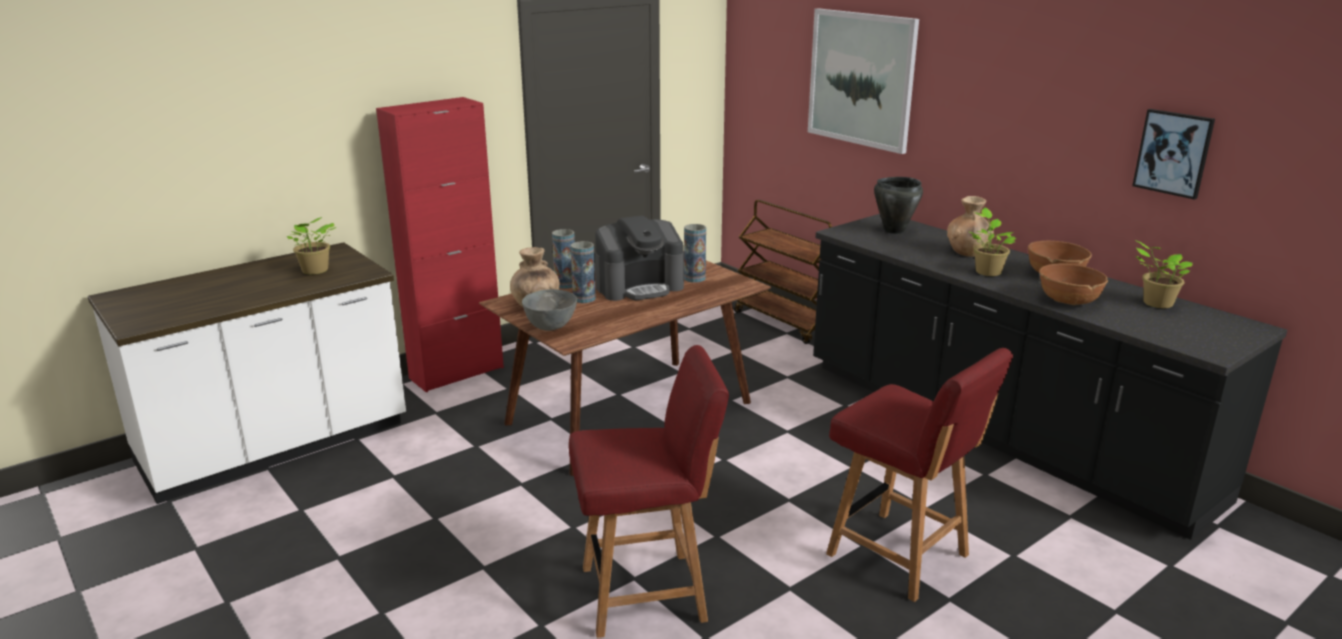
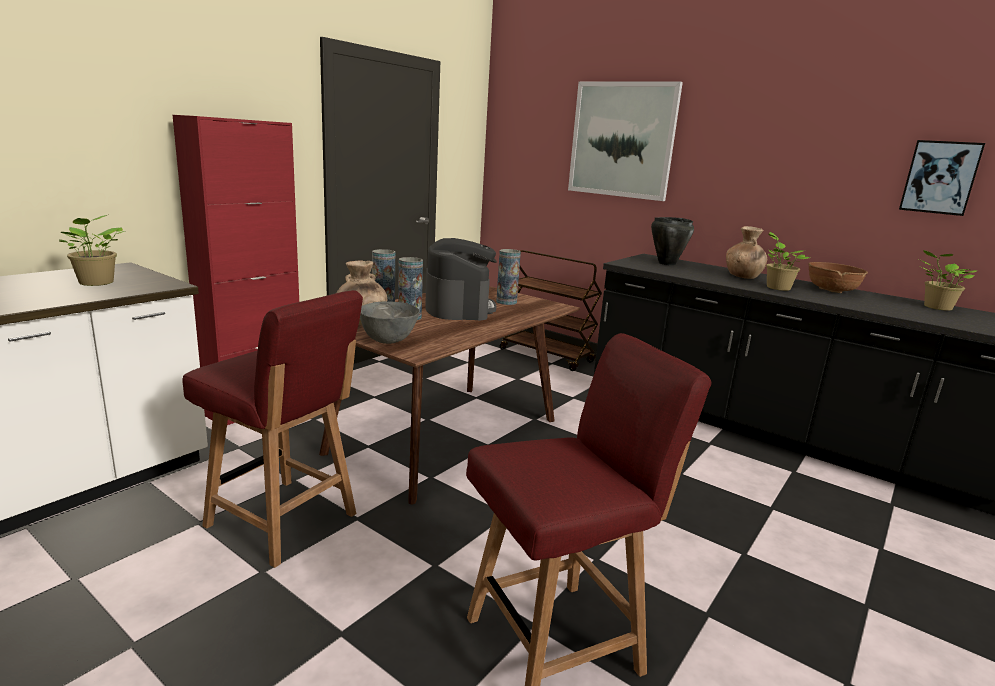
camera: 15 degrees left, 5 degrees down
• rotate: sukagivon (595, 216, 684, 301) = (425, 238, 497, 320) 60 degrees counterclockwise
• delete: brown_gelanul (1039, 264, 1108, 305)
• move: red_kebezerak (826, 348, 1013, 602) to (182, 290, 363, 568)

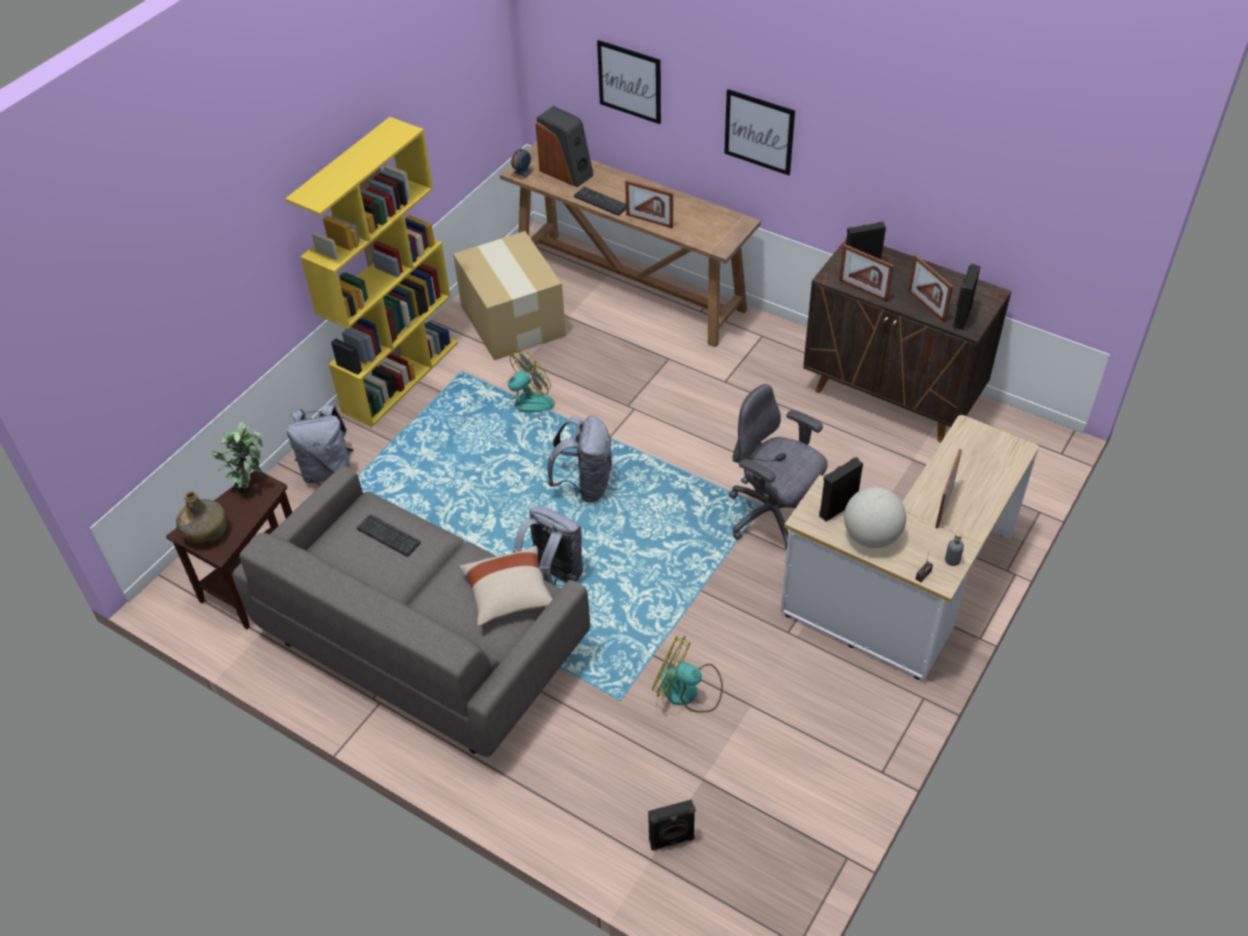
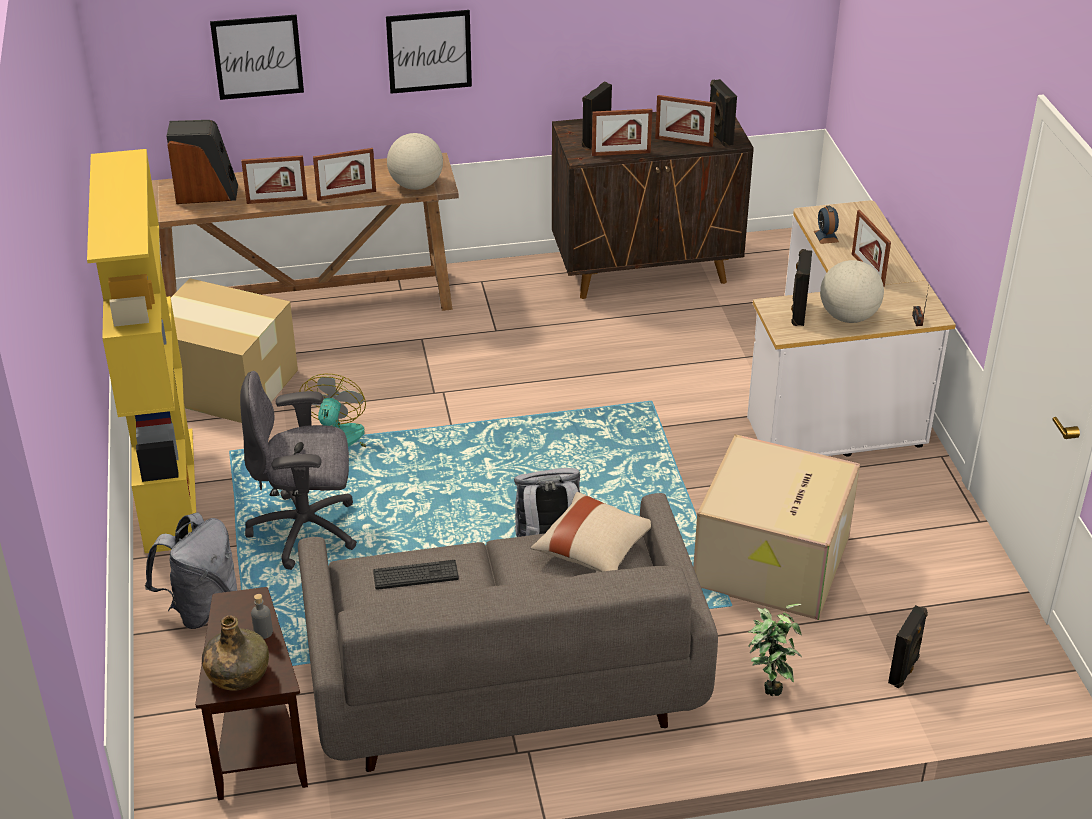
camera: 45 degrees left, 10 degrees down
• move: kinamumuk (511, 149, 534, 180) to (814, 206, 839, 244)
• replace: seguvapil (574, 187, 626, 216) to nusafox (241, 155, 307, 204)
• move: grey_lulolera (729, 384, 828, 549) to (240, 371, 357, 570)
• delete: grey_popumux (548, 416, 612, 503)
• move: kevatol (211, 421, 263, 493) to (748, 604, 802, 696)
• move: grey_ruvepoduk (945, 532, 964, 566) to (251, 594, 273, 639)
• replace: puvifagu (652, 636, 723, 713) to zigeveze (693, 434, 860, 620)
• insert: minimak (387, 133, 443, 190)

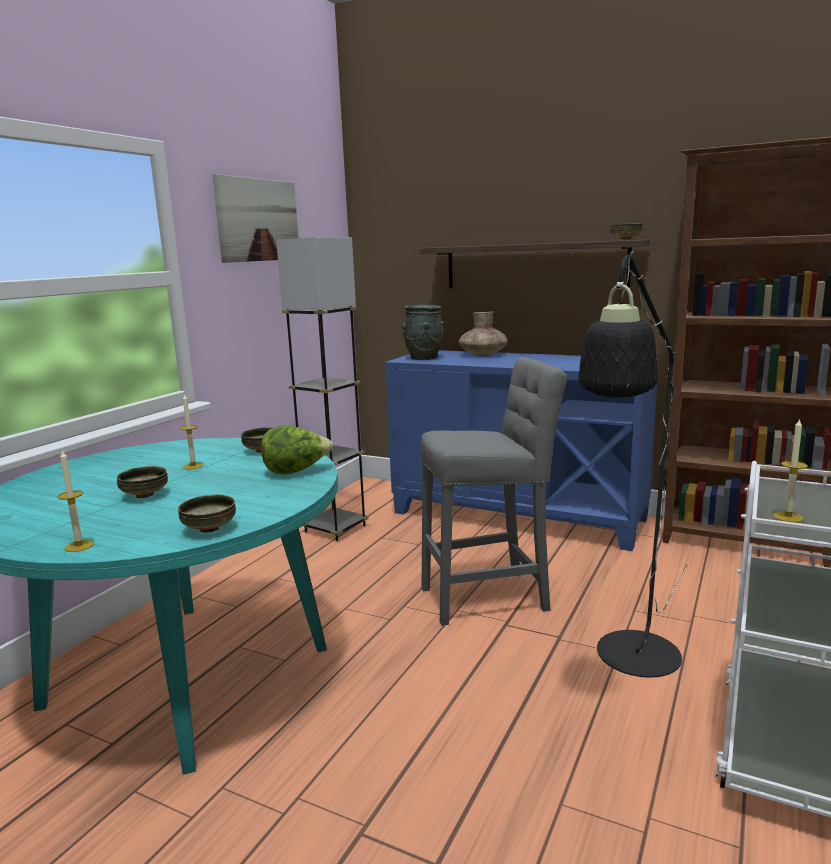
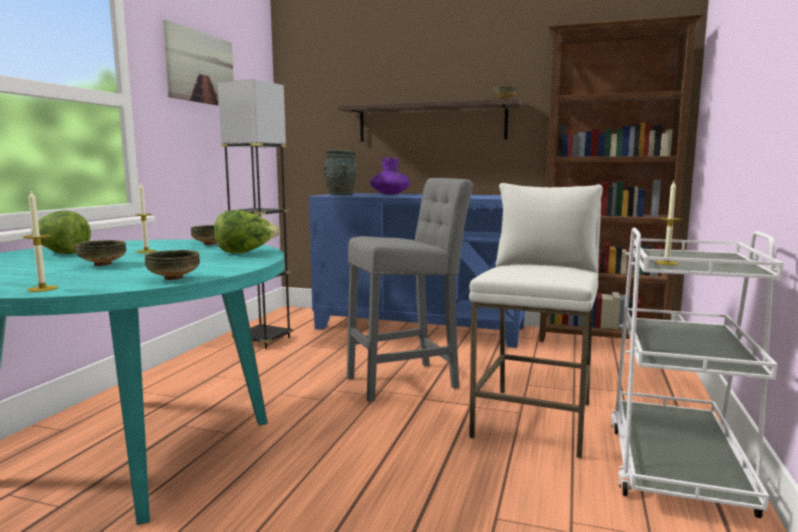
camera: 10 degrees left, 5 degrees down
• replace: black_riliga (579, 250, 688, 678) to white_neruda (469, 183, 603, 458)
• recolor: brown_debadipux (459, 312, 508, 356) to purple_debadipux (370, 158, 410, 195)
• insert: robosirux (31, 210, 91, 254)

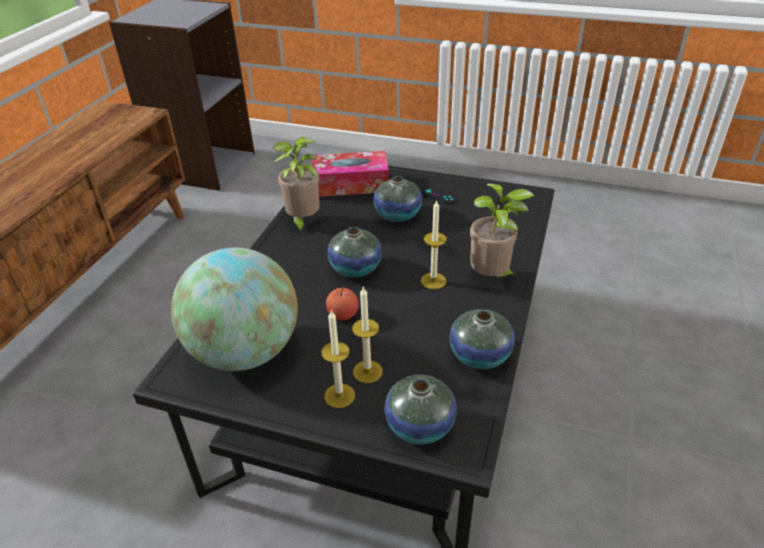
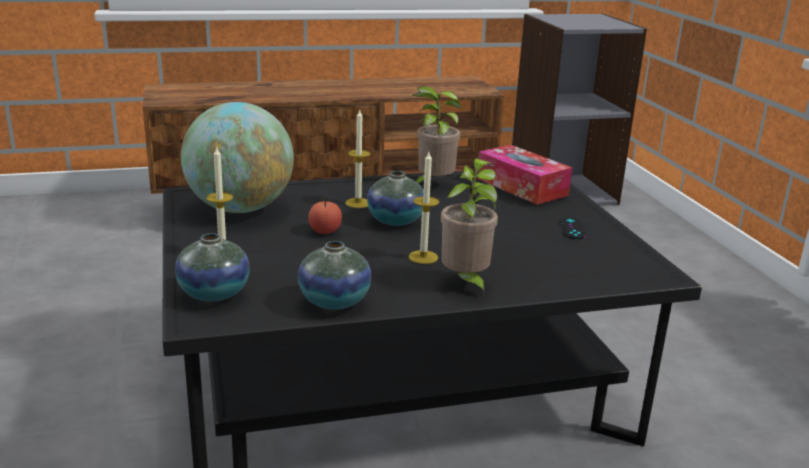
camera: 55 degrees right, 15 degrees down
• delete: debadipux (374, 176, 422, 222)
• move: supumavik (352, 286, 383, 383) to (345, 110, 370, 208)

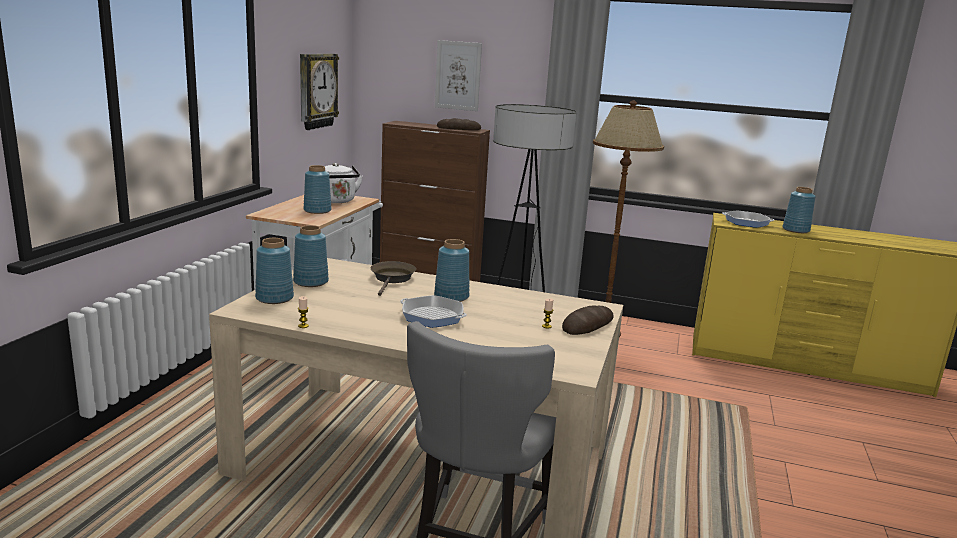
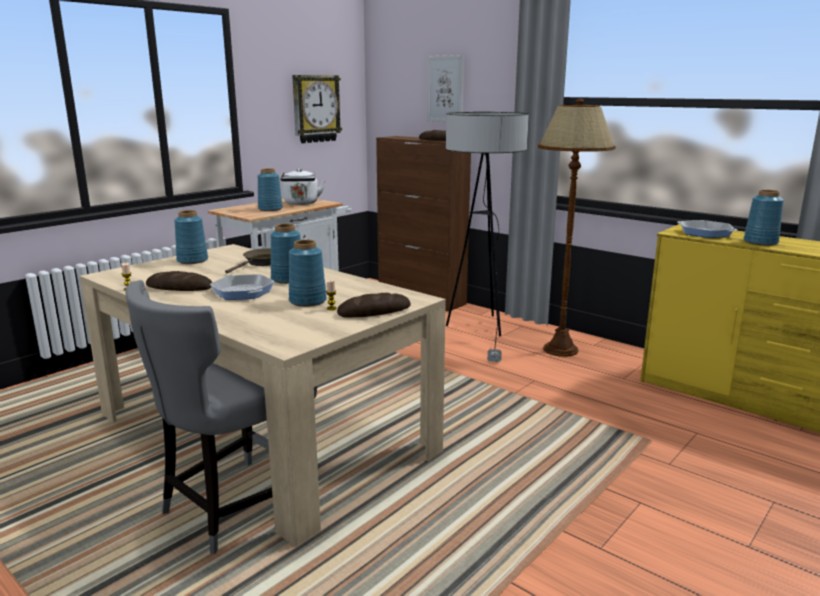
camera: 25 degrees right, 0 degrees up
• move: blue_debadipux (255, 238, 294, 304) to (289, 240, 327, 307)
• insert: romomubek (146, 271, 212, 291)

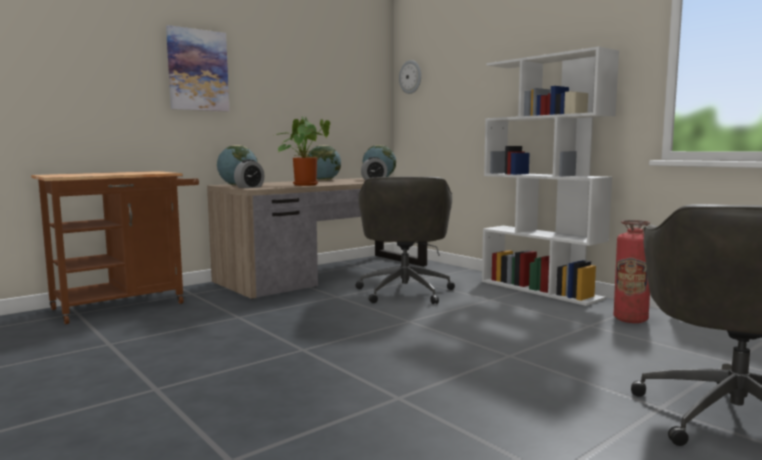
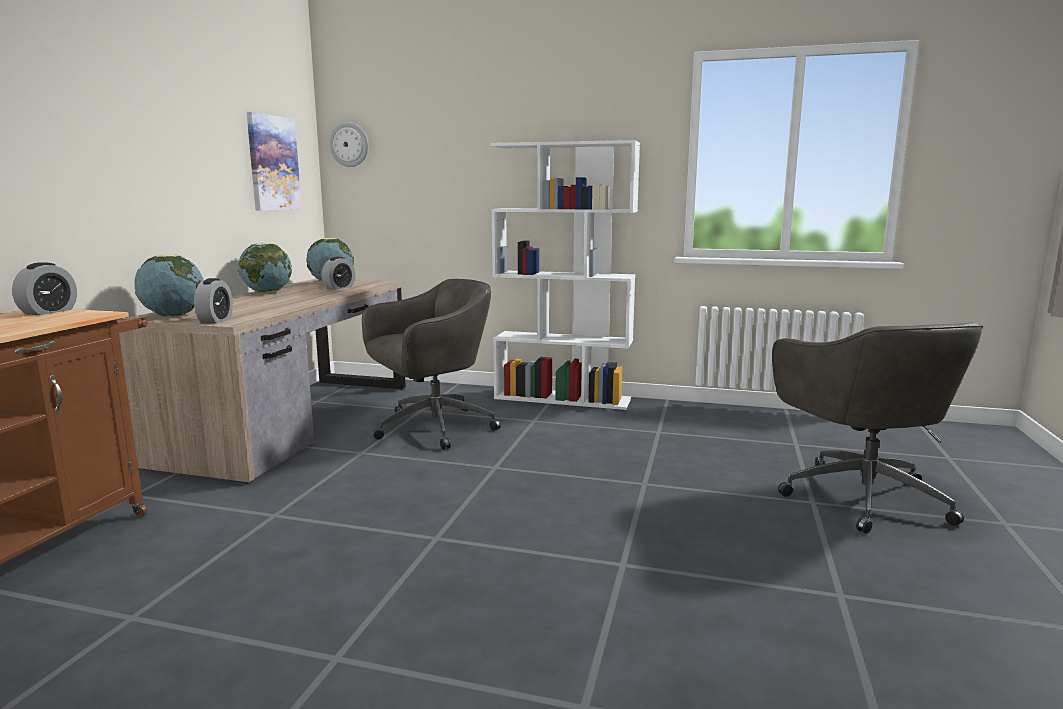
camera: 35 degrees left, 5 degrees up
• move: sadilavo (166, 25, 229, 112) to (247, 112, 302, 211)
• delete: kevatol (276, 116, 330, 186)
• rotate: grey_lulolera (356, 176, 455, 304) = (362, 279, 501, 449) 90 degrees counterclockwise
• delete: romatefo (614, 220, 650, 323)
• insert: kinamumuk (12, 262, 77, 315)

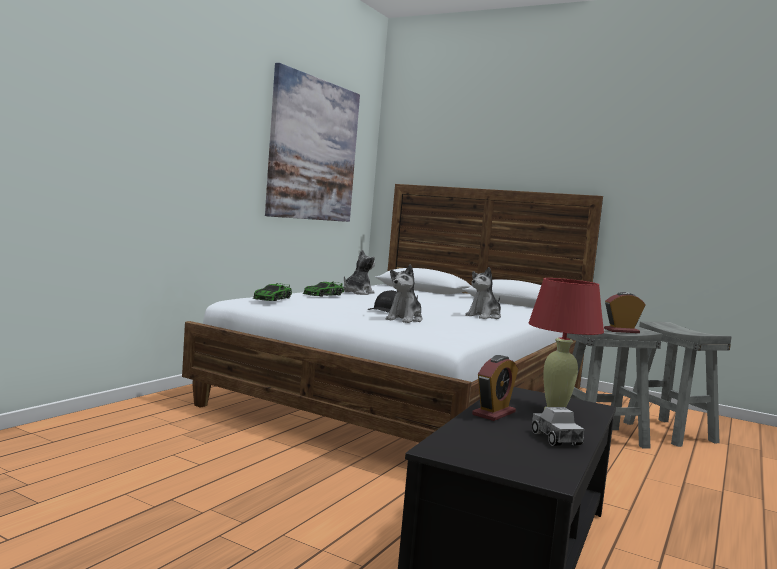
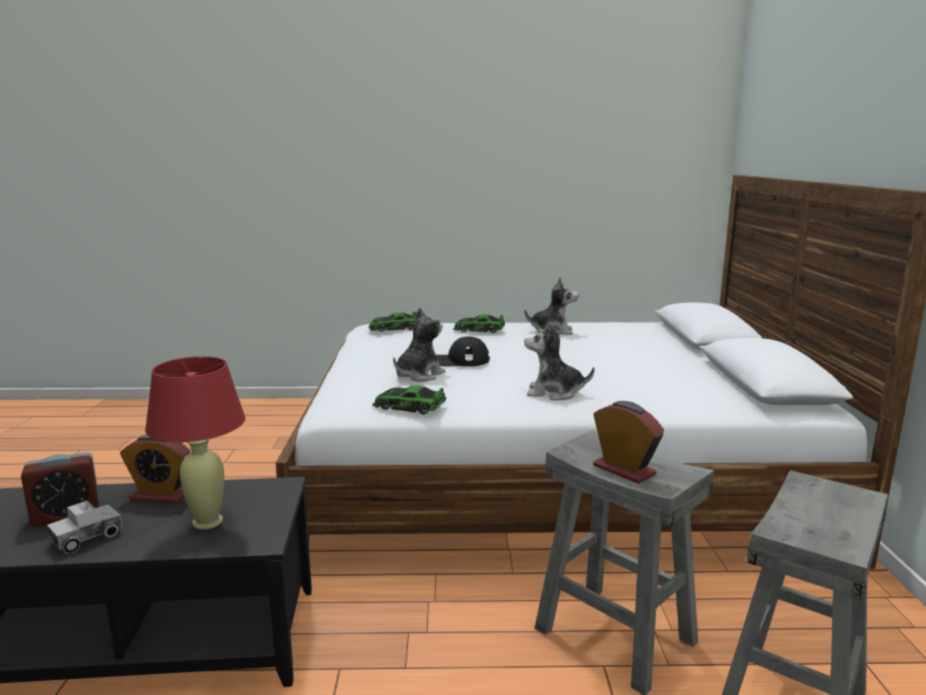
camera: 60 degrees right, 10 degrees up
• delete: sadilavo (265, 63, 360, 222)
• rotate: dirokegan (386, 265, 423, 323) = (393, 307, 446, 382) 135 degrees clockwise
• insert: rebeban (373, 385, 446, 415)
• insert: kinamumuk (21, 452, 100, 527)

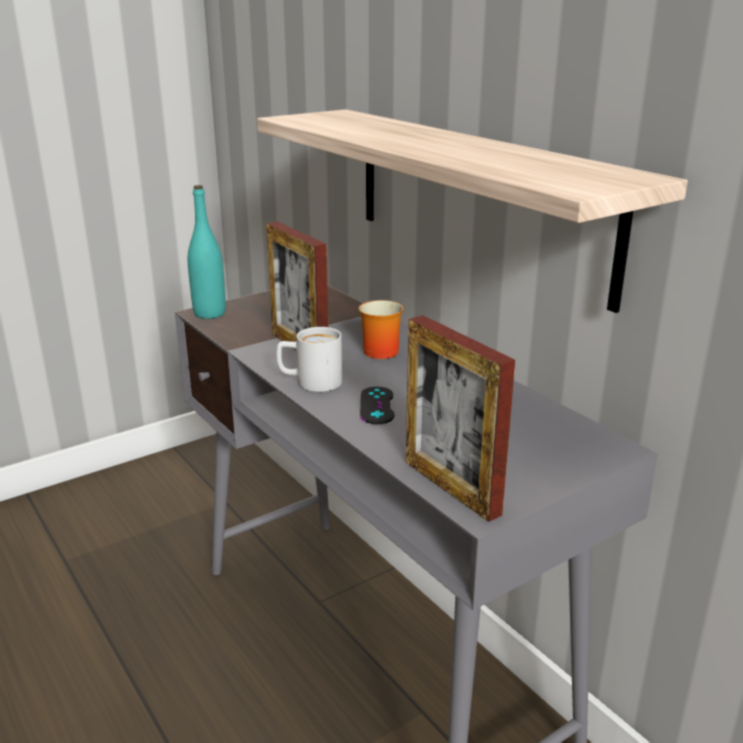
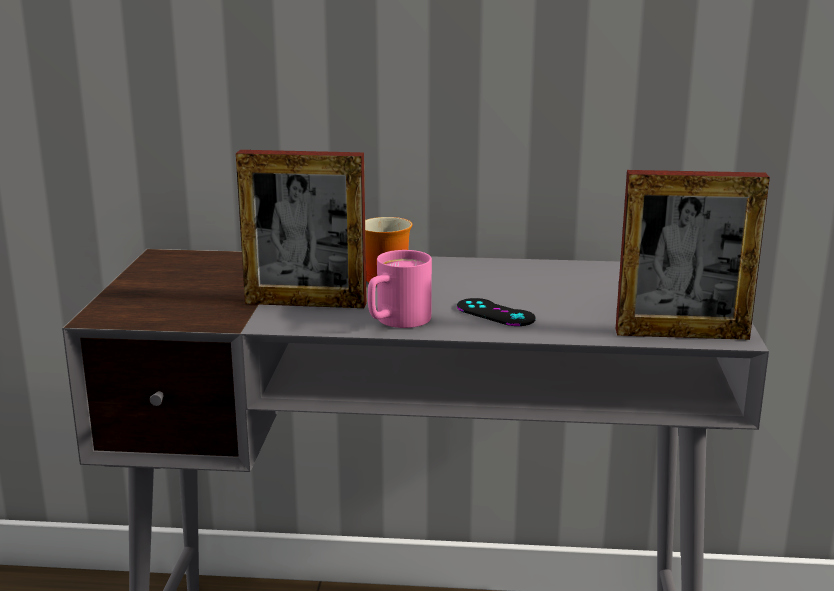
camera: 50 degrees left, 5 degrees down
• delete: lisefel (257, 109, 688, 313)
• delete: turquoise_ruvepoduk (188, 185, 226, 319)
• recolor: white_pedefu (276, 327, 342, 392) to pink_pedefu (368, 250, 432, 328)

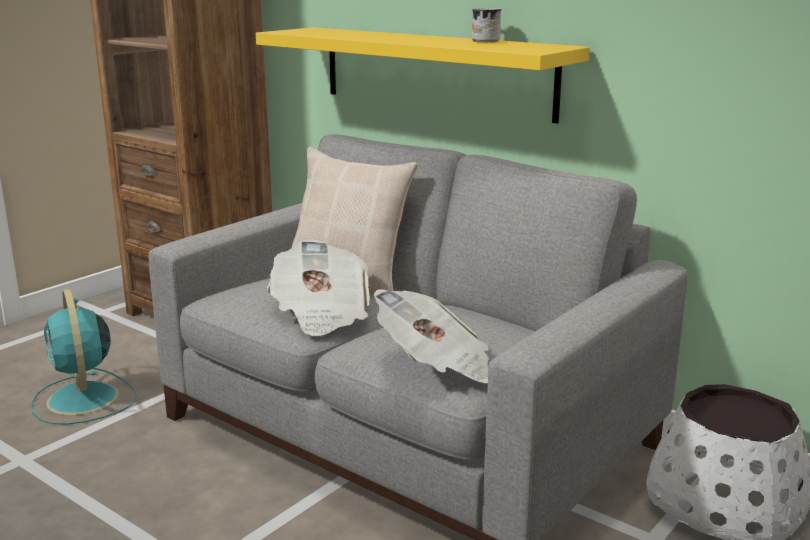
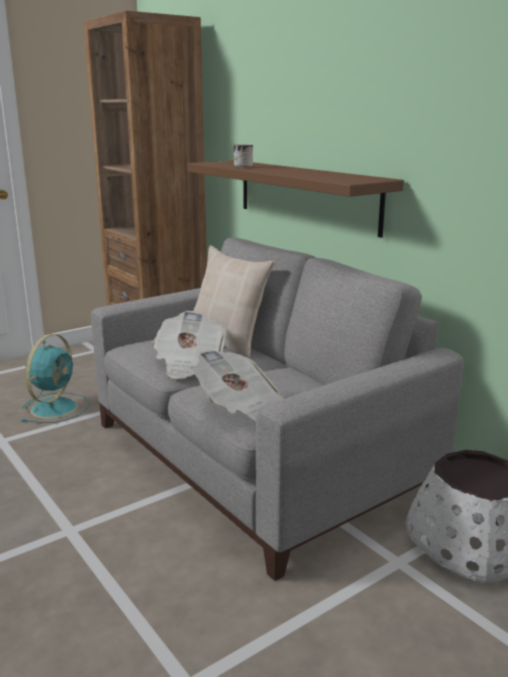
camera: 15 degrees right, 0 degrees up
• move: white_pedefu (472, 8, 501, 43) to (234, 144, 253, 167)
• recolor: yellow_lisefel (256, 27, 590, 124) to brown_lisefel (187, 160, 404, 238)
• rotate: turquoise_puvifagu (31, 289, 137, 424) = (21, 334, 90, 423) 150 degrees counterclockwise

